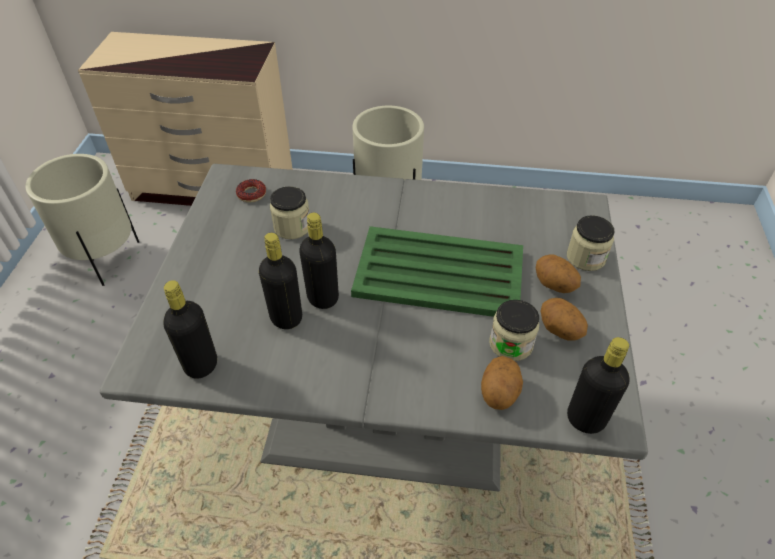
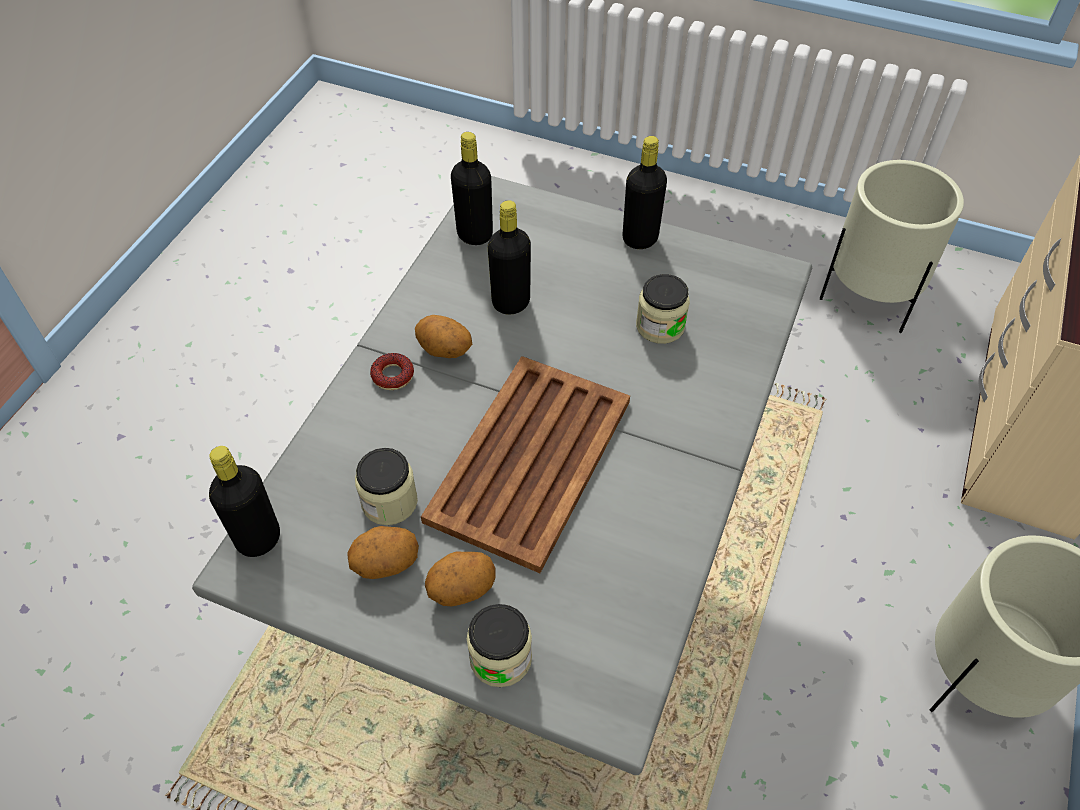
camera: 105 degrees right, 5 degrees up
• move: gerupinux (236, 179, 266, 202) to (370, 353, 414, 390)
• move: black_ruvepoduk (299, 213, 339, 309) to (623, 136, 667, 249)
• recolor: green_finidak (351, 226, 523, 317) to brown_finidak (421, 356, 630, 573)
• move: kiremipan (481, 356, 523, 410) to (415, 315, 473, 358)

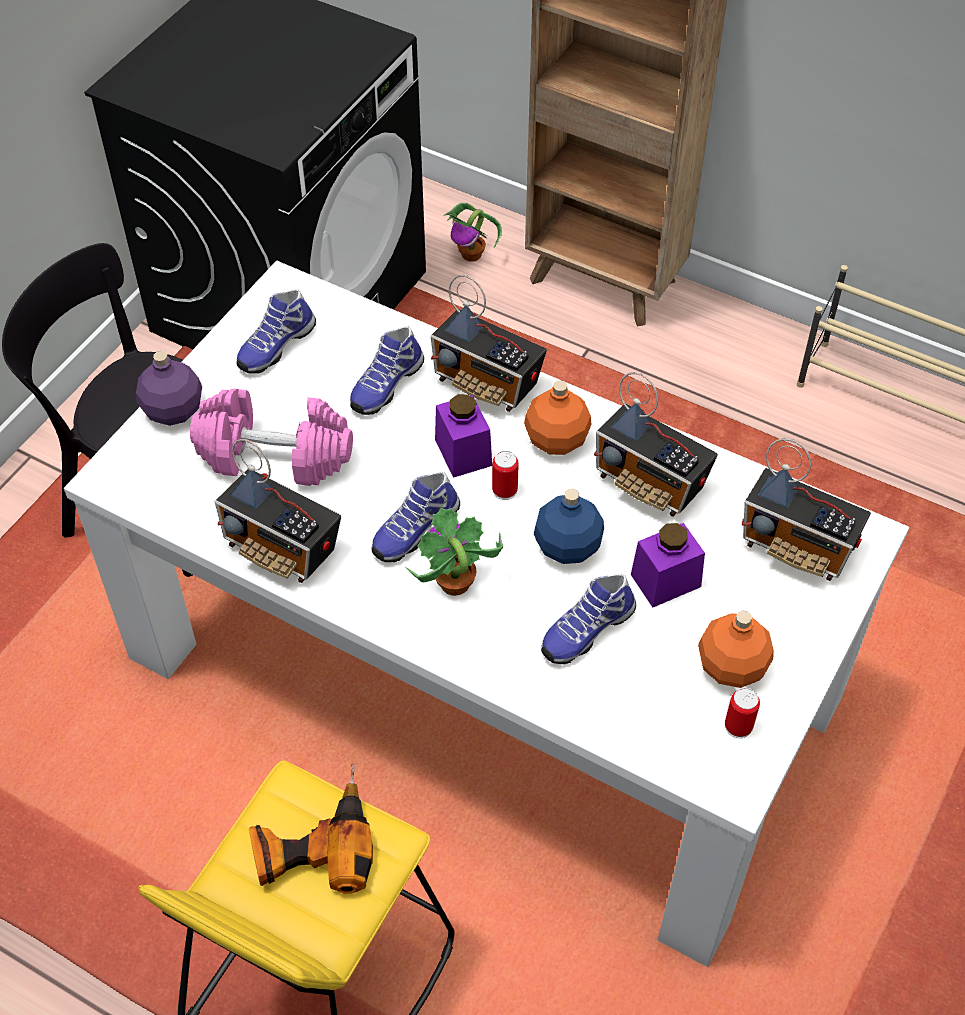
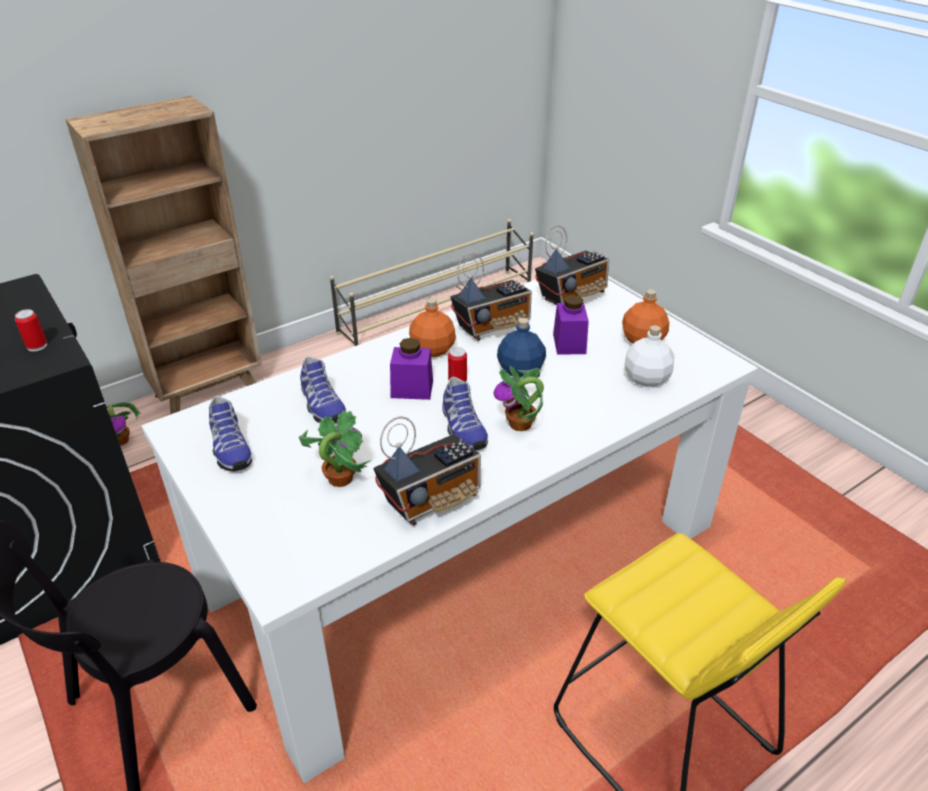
camera: 65 degrees left, 15 degrees down
• delete: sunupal (431, 275, 547, 412)
• delete: purple_ruvepoduk (136, 351, 202, 426)
• replace: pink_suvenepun (190, 389, 353, 486) to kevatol (299, 411, 371, 487)
• delete: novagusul (541, 574, 636, 664)
• move: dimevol (725, 688, 760, 738) to (15, 309, 47, 351)
• delete: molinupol (249, 764, 373, 894)
• insert: white_ruvepoduk (624, 325, 674, 387)

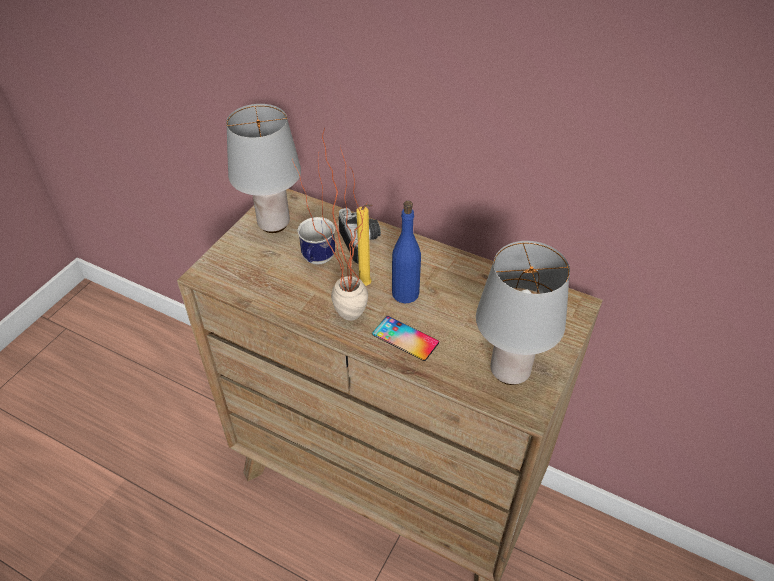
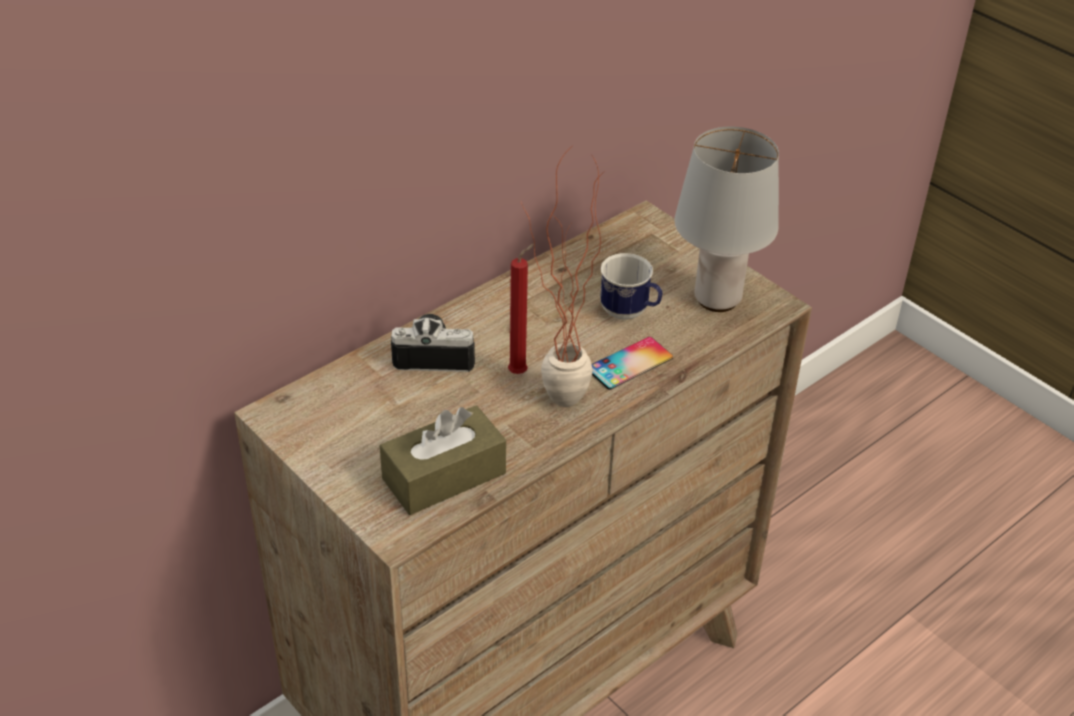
camera: 70 degrees left, 5 degrees down
• delete: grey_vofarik (226, 104, 301, 233)
• delete: blue_ruvepoduk (392, 201, 421, 304)
• recolor: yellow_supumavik (356, 204, 373, 286) to red_supumavik (508, 244, 534, 374)
• move: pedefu (297, 217, 335, 265) to (600, 253, 662, 320)
• insert: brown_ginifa (380, 405, 506, 515)

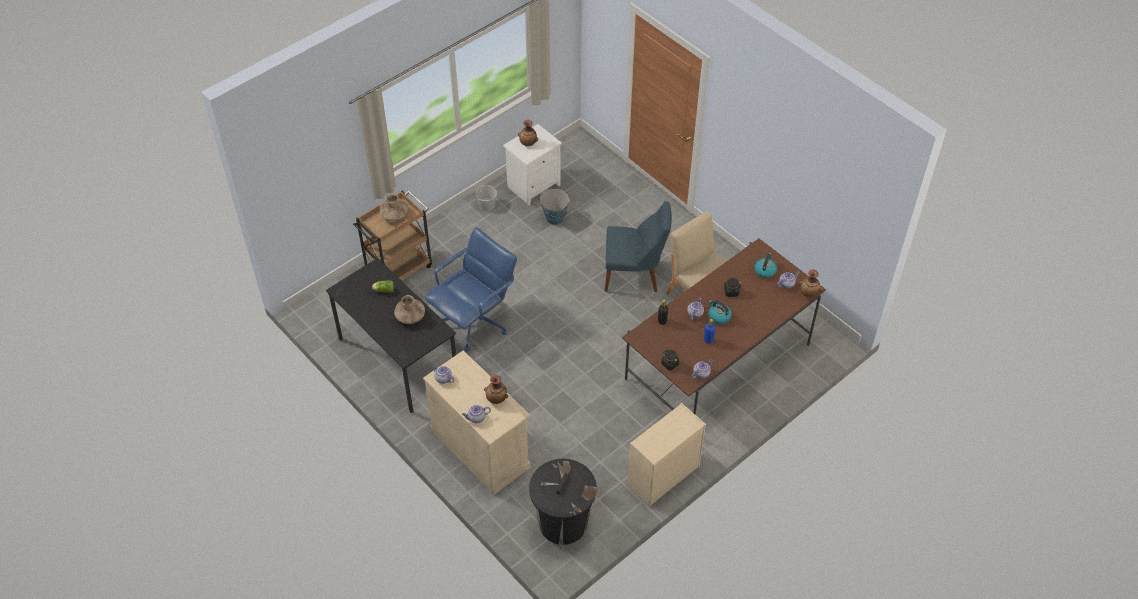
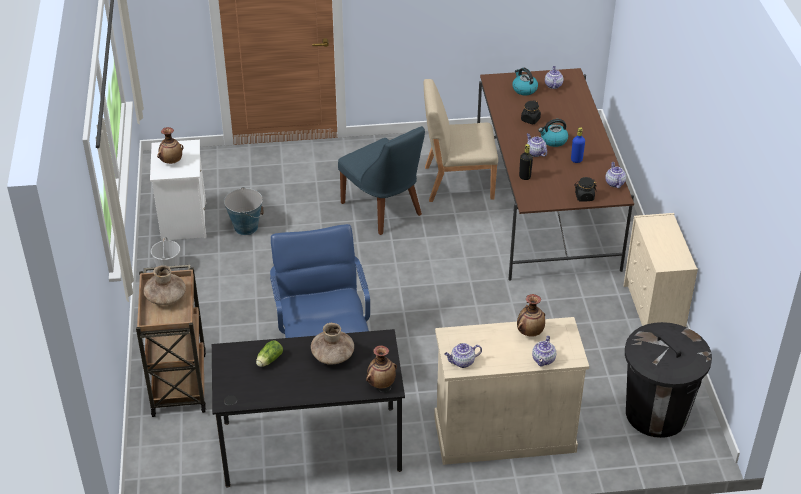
camera: 55 degrees left, 10 degrees down
• rotate: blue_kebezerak (605, 201, 672, 292) = (338, 126, 425, 235) 105 degrees clockwise
• move: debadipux (798, 269, 822, 298) to (366, 345, 397, 389)

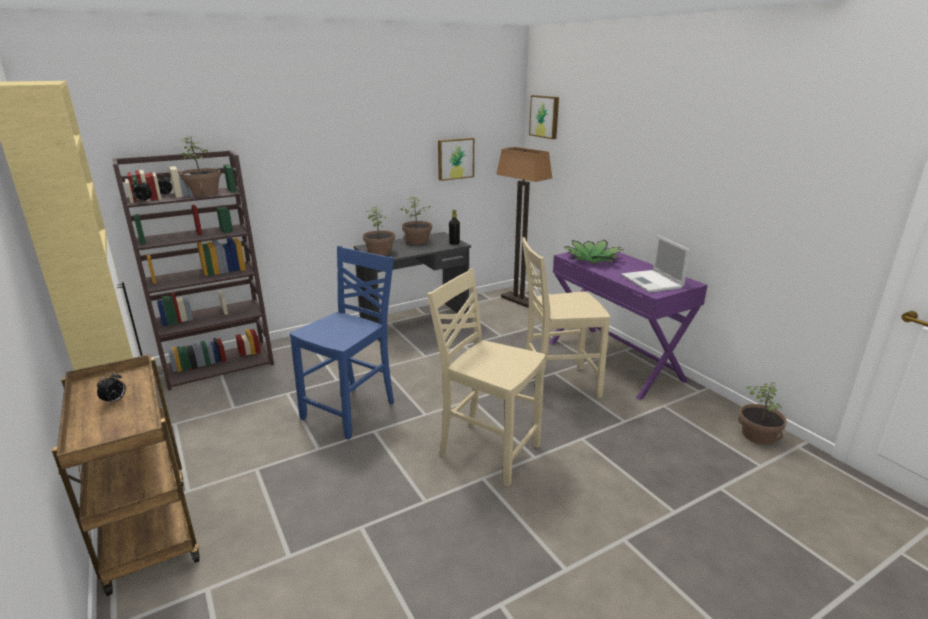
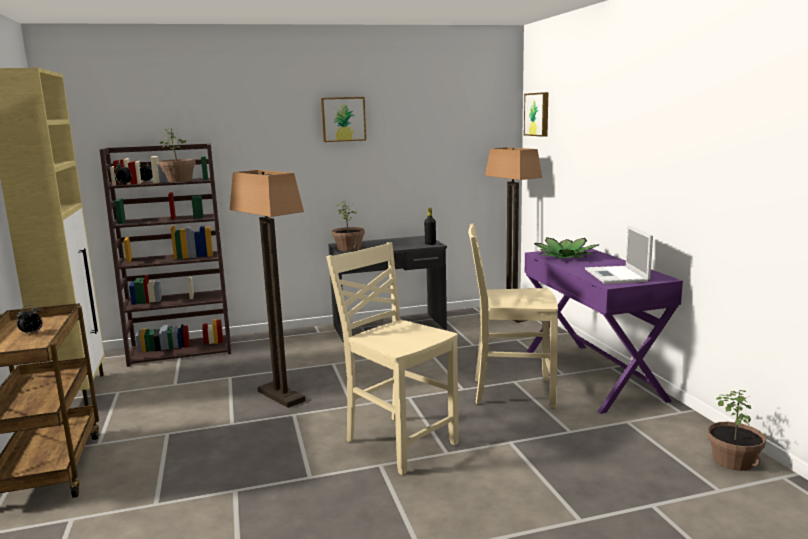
camera: 15 degrees right, 10 degrees down
• move: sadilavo (438, 138, 474, 181) to (321, 97, 366, 142)
• delete: kevatol (401, 197, 432, 245)
• replace: blue_kebezerak (289, 246, 394, 440) to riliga (230, 170, 305, 408)

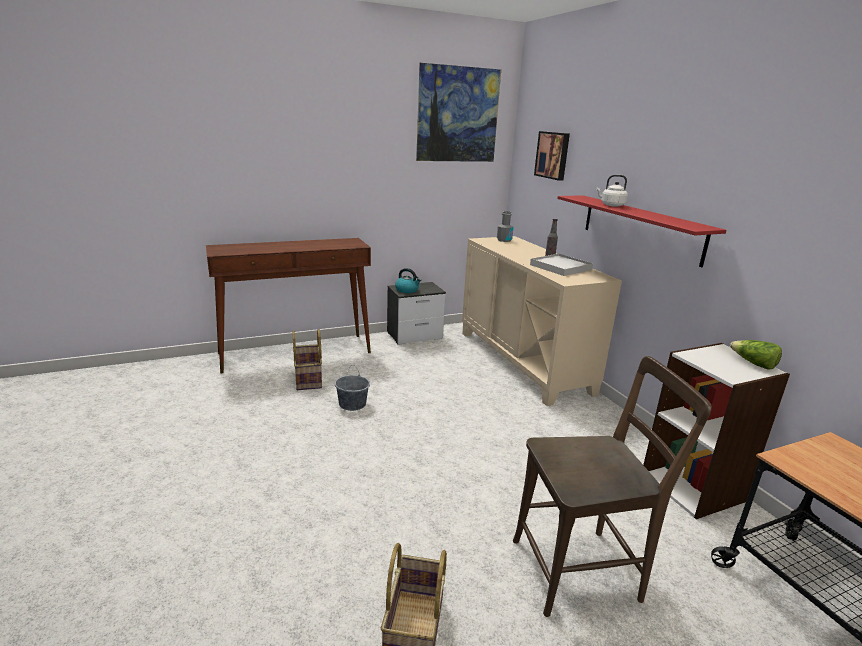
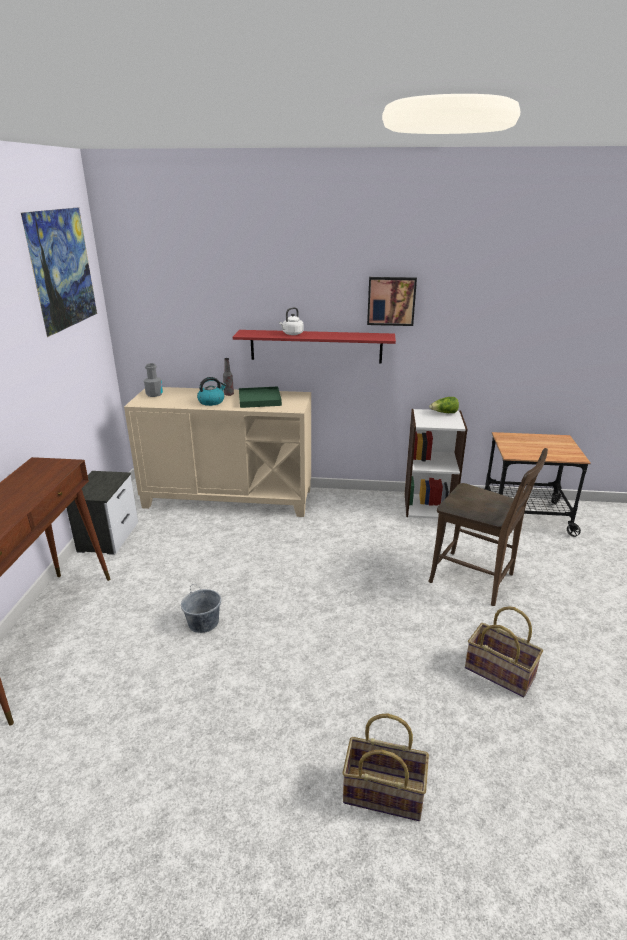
camera: 60 degrees left, 5 degrees up
• move: sadilavo (534, 131, 570, 181) to (367, 277, 417, 326)
• recolor: white_finidak (530, 254, 593, 276) to green_finidak (239, 387, 282, 408)
• move: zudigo (395, 268, 421, 293) to (197, 377, 226, 406)
• move: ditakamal (292, 329, 322, 390) to (342, 714, 429, 821)
• rotate: brown_kebezerak (513, 356, 712, 617) = (428, 448, 548, 606) 105 degrees clockwise

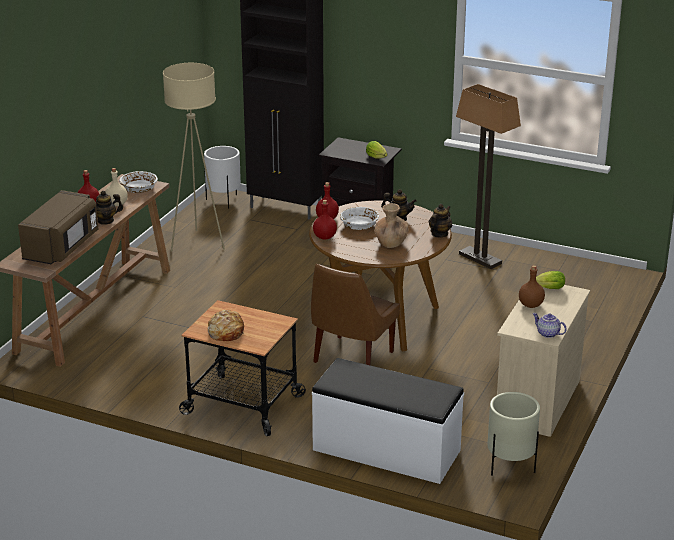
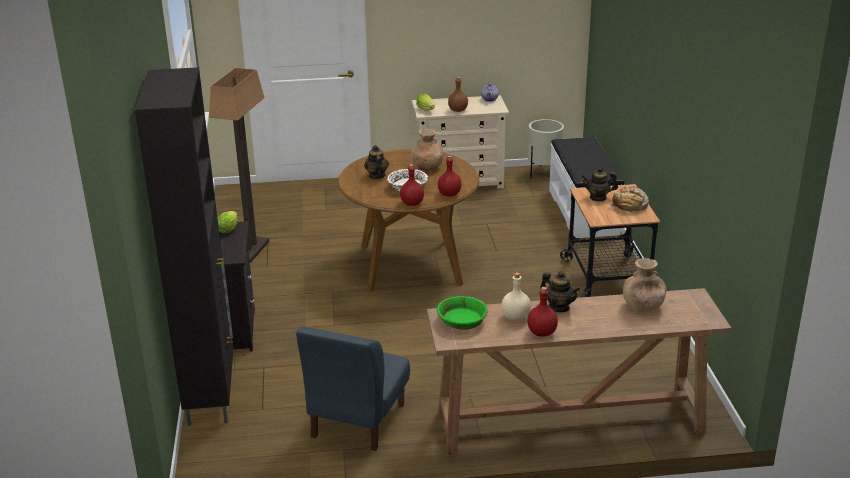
camera: 120 degrees left, 0 degrees up
• replace: beige_riliga (163, 63, 225, 252) to blue_kebezerak (296, 326, 410, 451)
• delete: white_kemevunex (204, 146, 241, 209)
• recolor: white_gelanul (119, 171, 158, 193) to green_gelanul (437, 296, 488, 330)
• replace: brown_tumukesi (18, 190, 98, 264) to brown_debadipux (623, 258, 666, 312)
• move: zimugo (429, 204, 452, 237) to (581, 167, 618, 201)
• delete: brown_kebezerak (311, 264, 400, 365)

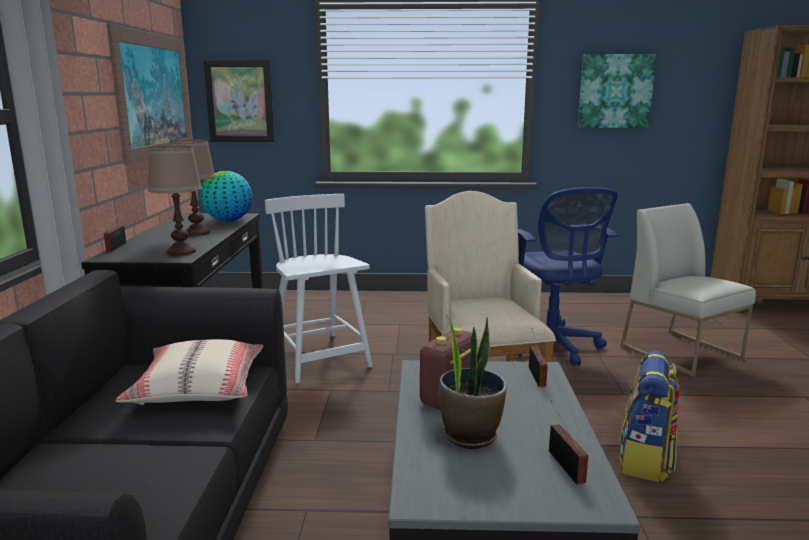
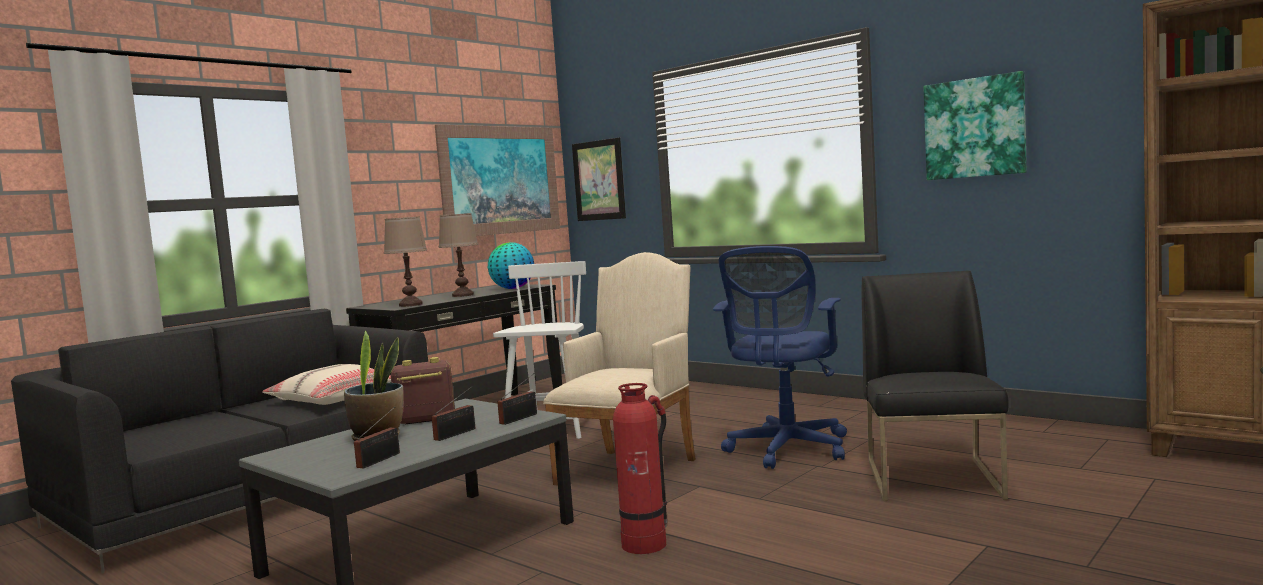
camera: 40 degrees right, 10 degrees down
• recolor: white_kebezerak (621, 203, 756, 377) to black_kebezerak (862, 271, 1009, 501)
• move: sunupal (104, 212, 126, 252) to (432, 386, 475, 441)
• replace: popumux (619, 351, 679, 482) to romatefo (613, 383, 667, 554)

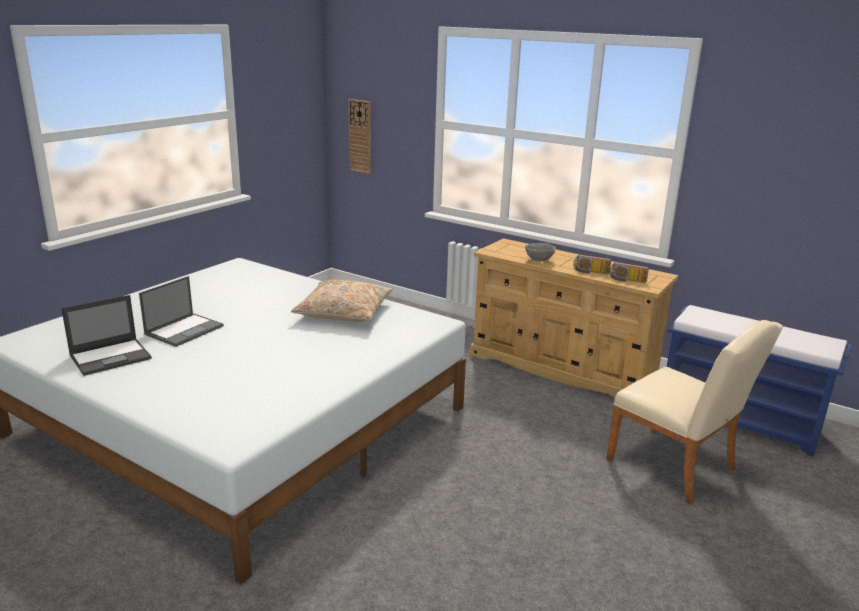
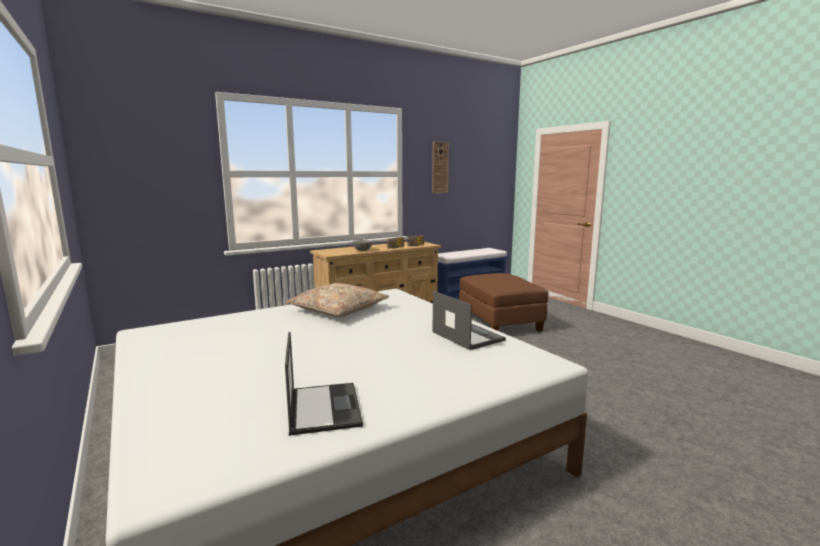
camera: 65 degrees left, 10 degrees down
• move: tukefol (348, 99, 371, 174) to (432, 142, 449, 193)
• move: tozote (139, 276, 224, 347) to (432, 291, 506, 350)
• replace: beige_kebezerak (606, 320, 783, 505) to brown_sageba (459, 273, 548, 332)

